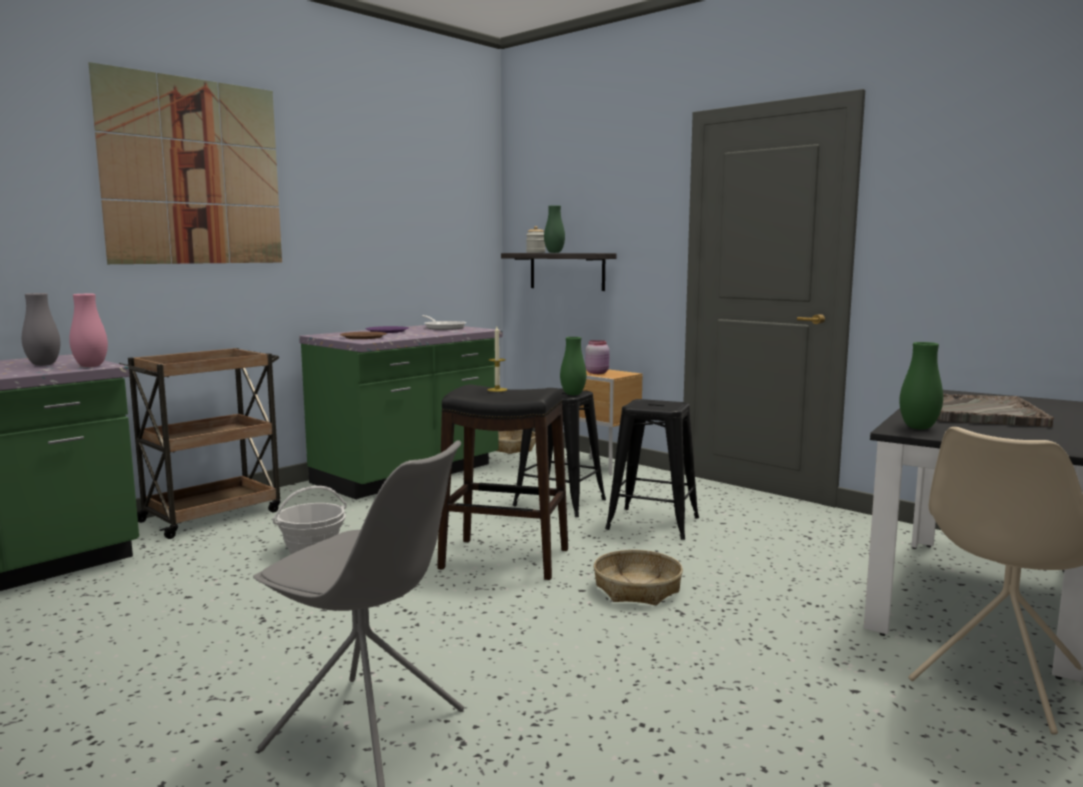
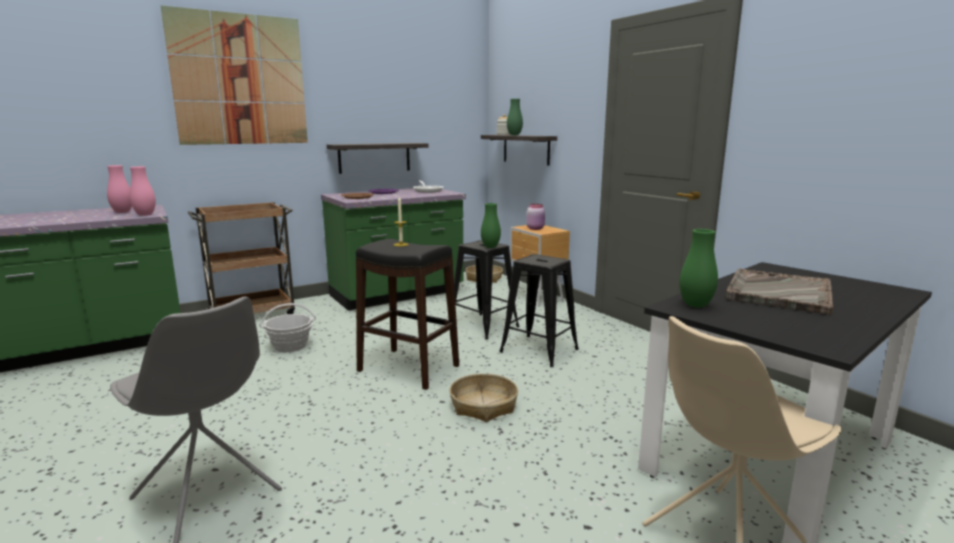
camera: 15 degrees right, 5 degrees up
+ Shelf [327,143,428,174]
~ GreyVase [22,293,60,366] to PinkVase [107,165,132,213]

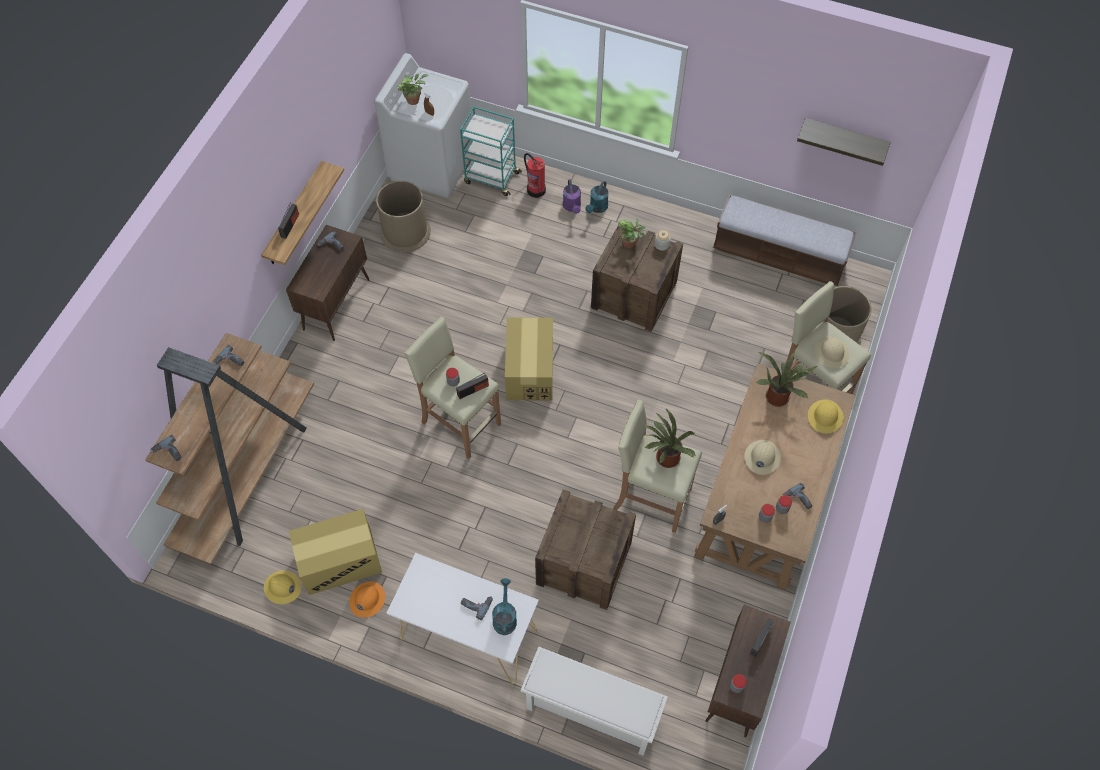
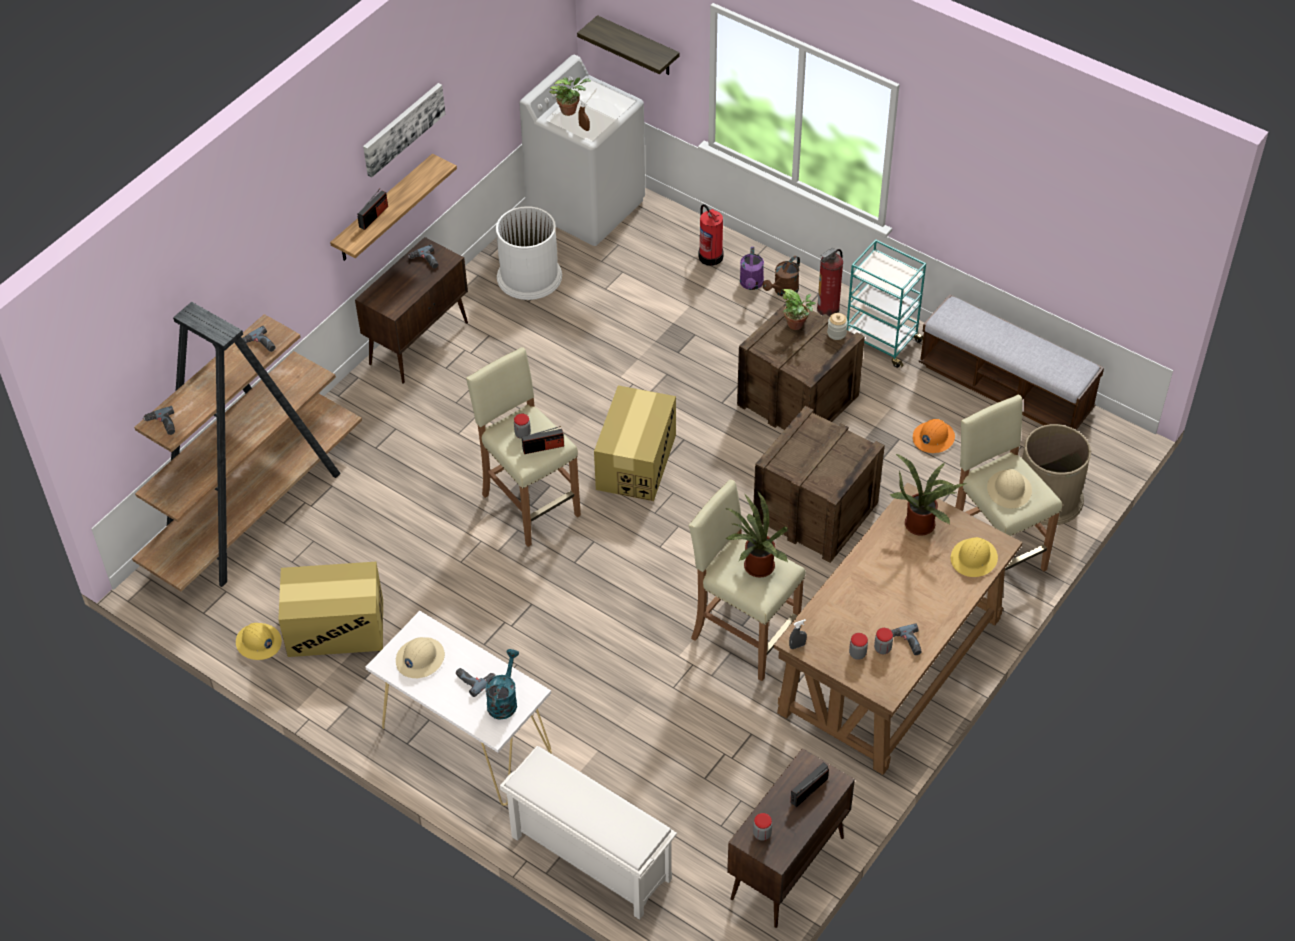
camera: 15 degrees right, 10 degrees down
+ Picture [363,83,445,178]
+ FireExtinguisher [817,248,843,316]
~ OrangeHardHat [349,581,385,618] to [913,419,955,453]
~ TurquoiseCart [460,106,522,196] to [847,239,926,368]
~ Crate [535,489,636,610] to [753,406,885,563]
~ BeigeHardHat [744,440,781,475] to [396,637,445,678]
~ Shelf [797,118,891,166] to [577,15,680,75]
~ BrownTrashCan [376,181,431,252] to WhiteTrashCan [496,206,562,300]
~ TurquoiseWateringCan [585,181,609,213] to BrownWateringCan [762,256,800,297]

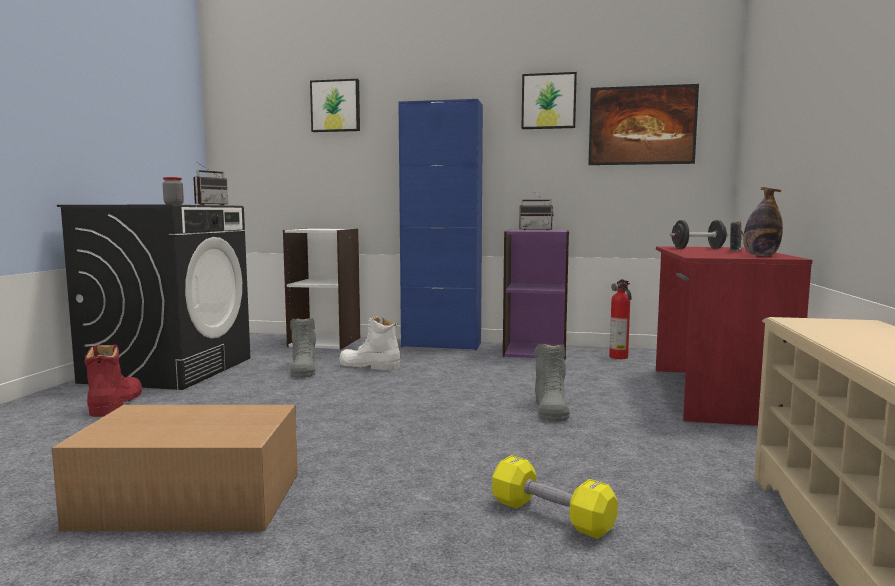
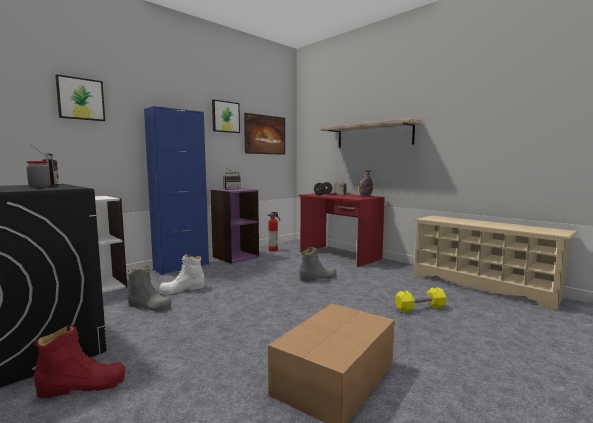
camera: 55 degrees left, 0 degrees up
+ Shelf [320,118,423,148]
~ RedBoot [85,345,142,417] = [34,325,126,398] 135 degrees clockwise
~ GreyBoot [534,344,570,422] = [299,247,337,282] 60 degrees counterclockwise

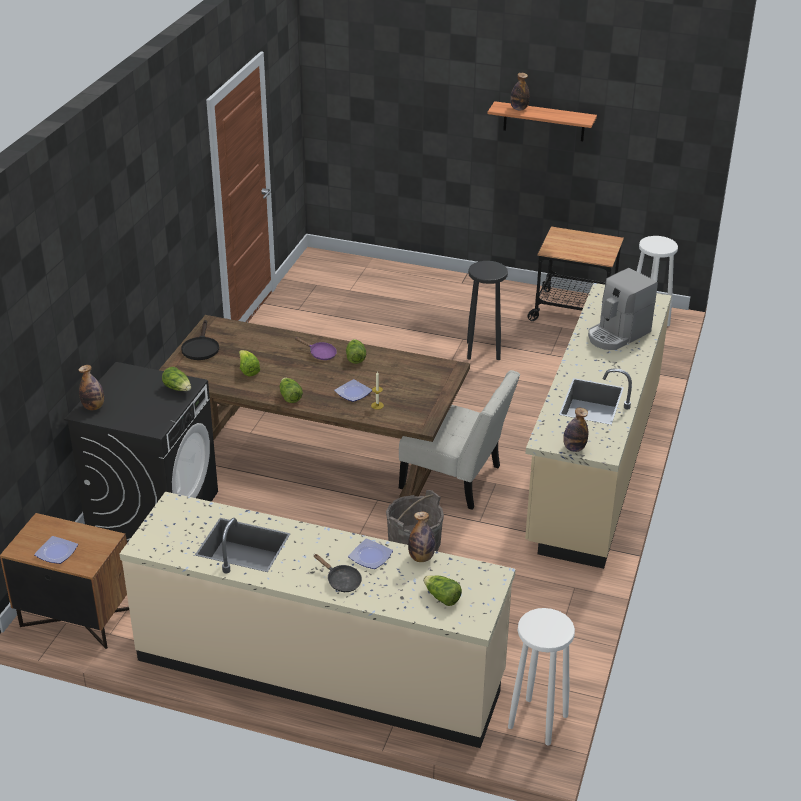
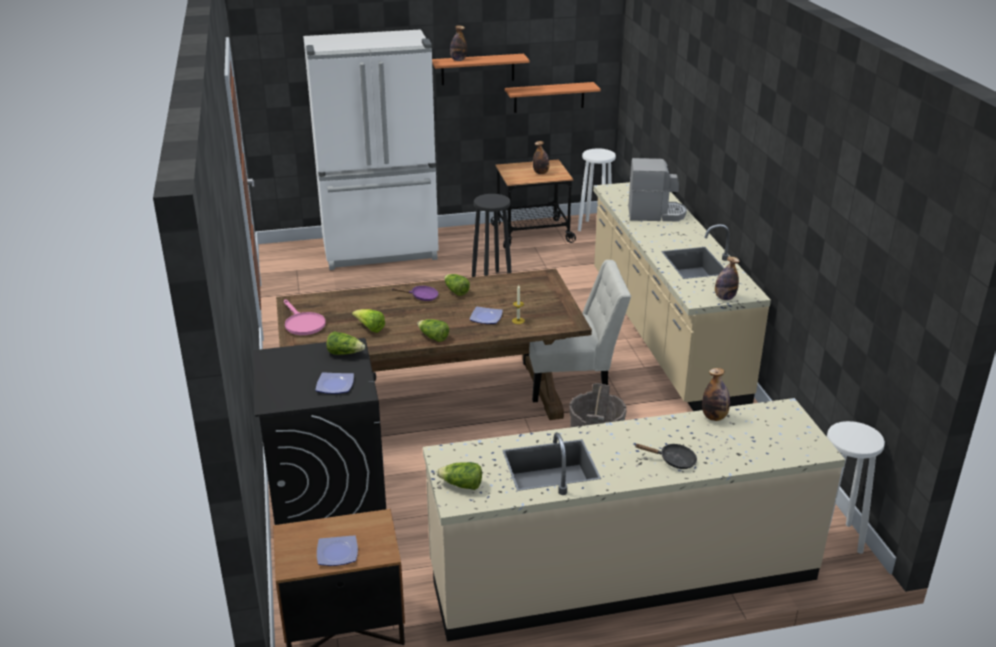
camera: 30 degrees left, 5 degrees down
+ WhiteFridge [303,29,439,270]
+ Shelf [505,82,601,113]
~ Bottle [78,365,104,410] to [533,141,549,174]
~ Plate [348,539,393,569] to [316,372,354,394]
~ Lettuce [423,575,462,606] to [437,462,482,490]
~ BlackFryingPan [181,320,219,360] to PinkFryingPan [284,300,326,335]
~ CoffeeMachine [588,268,658,350] = [628,158,687,221] 105 degrees counterclockwise

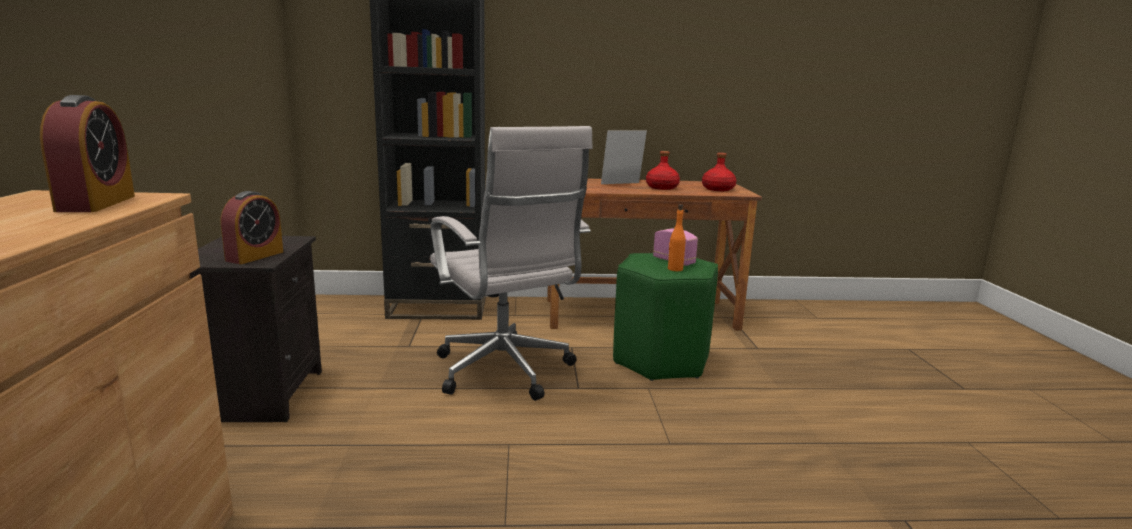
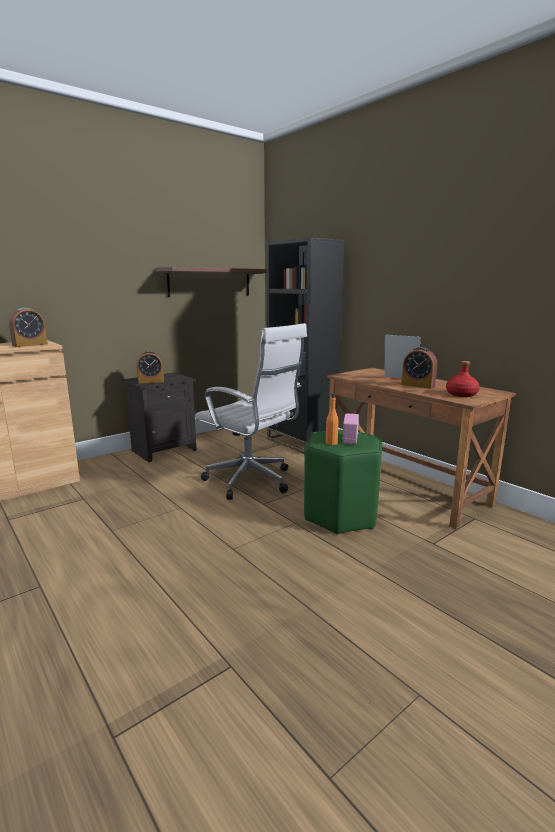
camera: 55 degrees right, 0 degrees up
+ BrownShelf [156,267,267,297]
~ RedBottle [646,151,680,190] to AlarmClock [401,347,437,389]
~ WhiteOfficeChair [430,126,593,401] = [195,323,307,500] 75 degrees counterclockwise

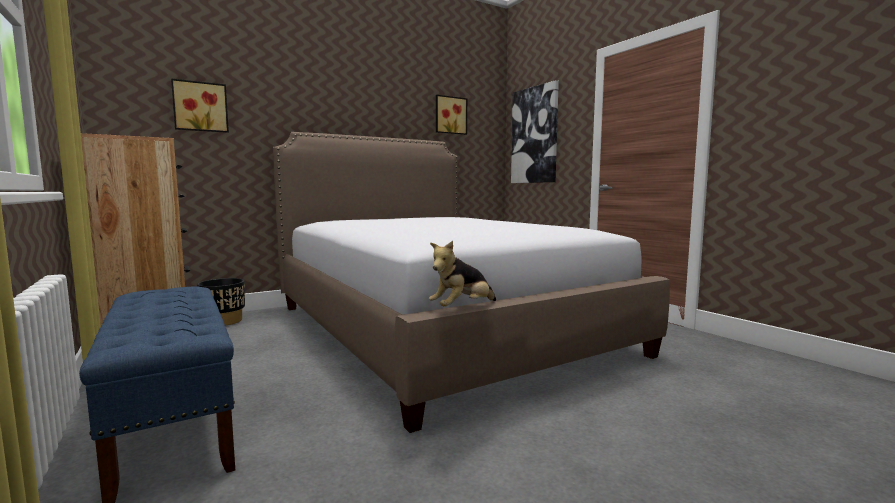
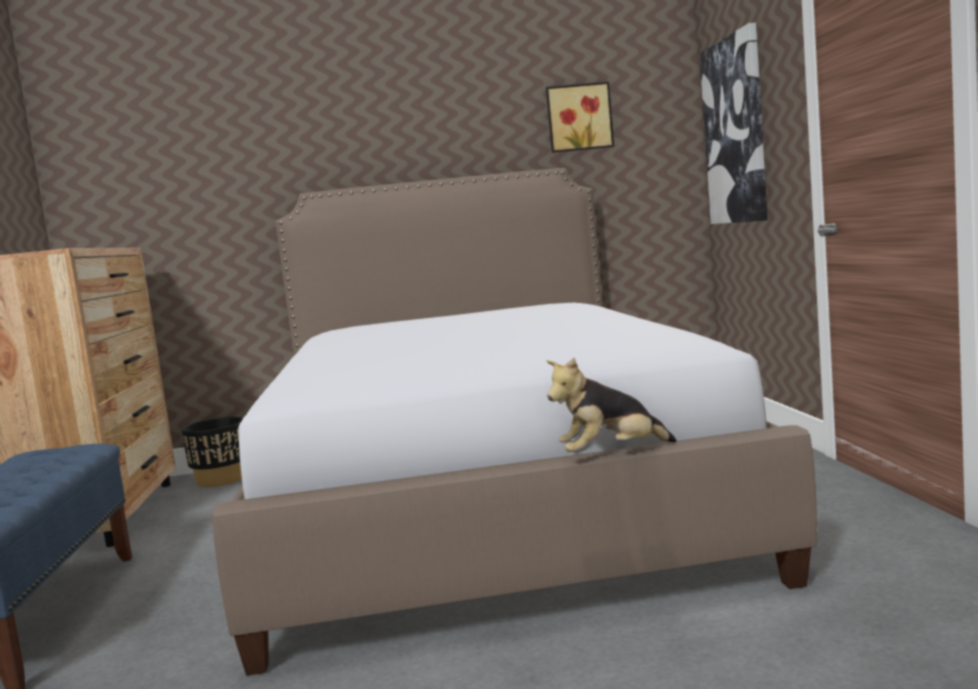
camera: 25 degrees right, 0 degrees up
- Picture [171,78,229,133]
~ PlushToy [429,241,496,306] to [546,357,677,452]

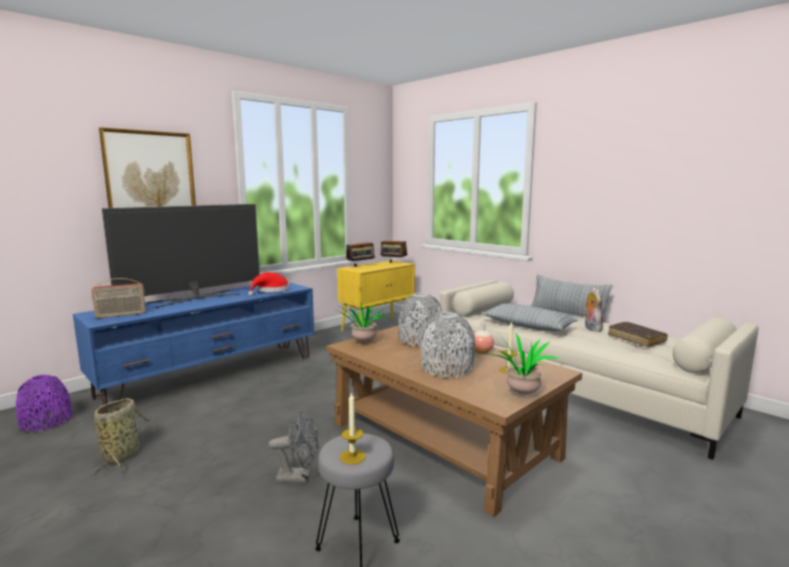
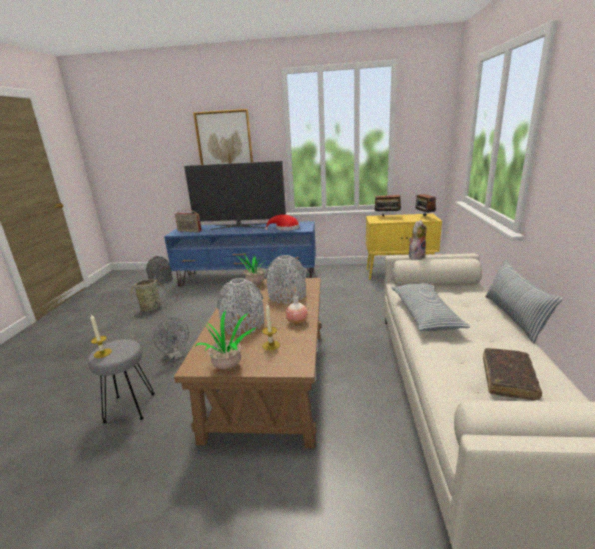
camera: 50 degrees right, 10 degrees up
~ PlushToy [584,288,603,332] to [409,220,426,260]
~ PurpleVase [16,375,72,432] to GreyVase [146,256,172,284]

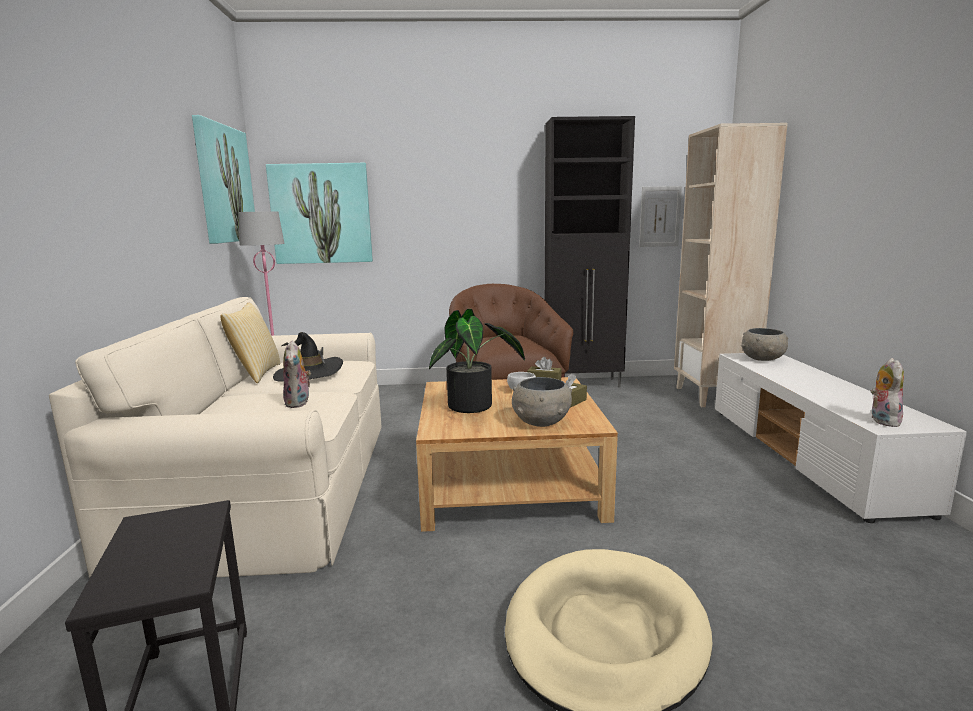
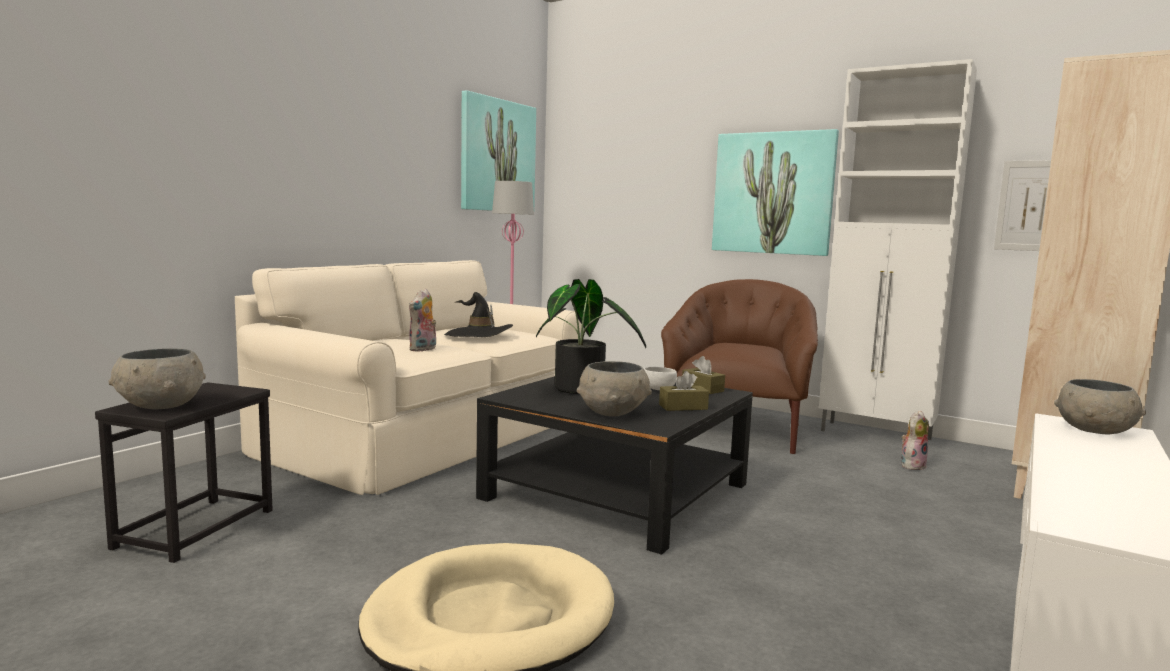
camera: 35 degrees right, 5 degrees down
- Pillow [220,302,281,383]
+ GreyBowl [108,348,206,409]
~ Picture [266,163,373,264] to [712,129,839,256]
~ PlushToy [870,358,904,427] to [901,410,929,470]
~ BeigeCoffeeTable [416,377,618,532] to BlackCoffeeTable [476,376,753,555]
~ BlackCabinet [545,116,635,388] to WhiteCabinet [819,59,977,440]

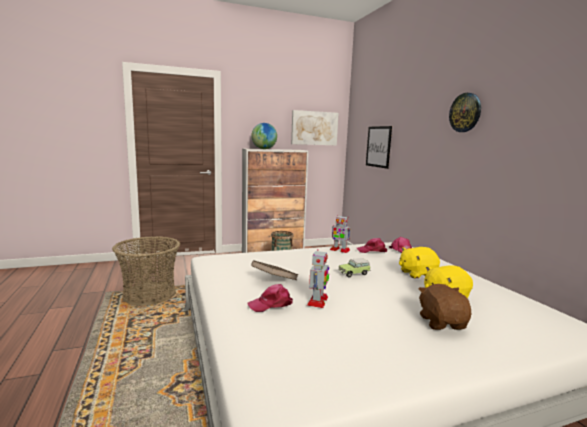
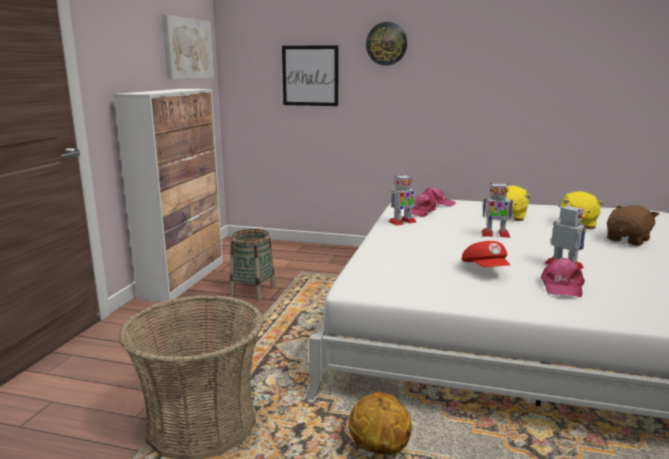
camera: 55 degrees left, 5 degrees up
- Globe [251,123,277,149]
+ Basketball [349,392,412,454]
~ WallClock [449,93,481,132] to [366,22,407,66]
~ BrownBook [251,260,298,280] to RedCap [462,241,510,267]
~ ToyCar [339,258,371,278] to ToyRobot [481,183,513,238]
~ BrownPlushToy [419,284,471,330] = [607,205,659,246] 105 degrees clockwise

